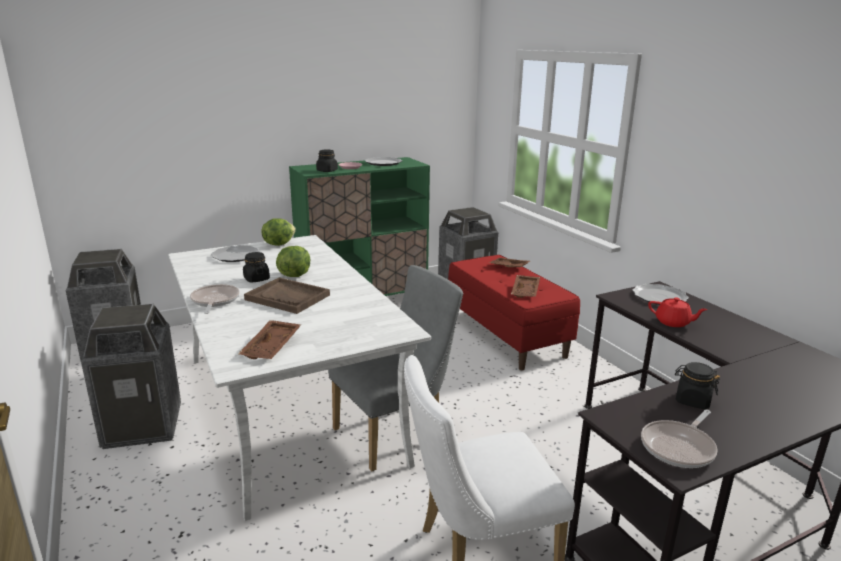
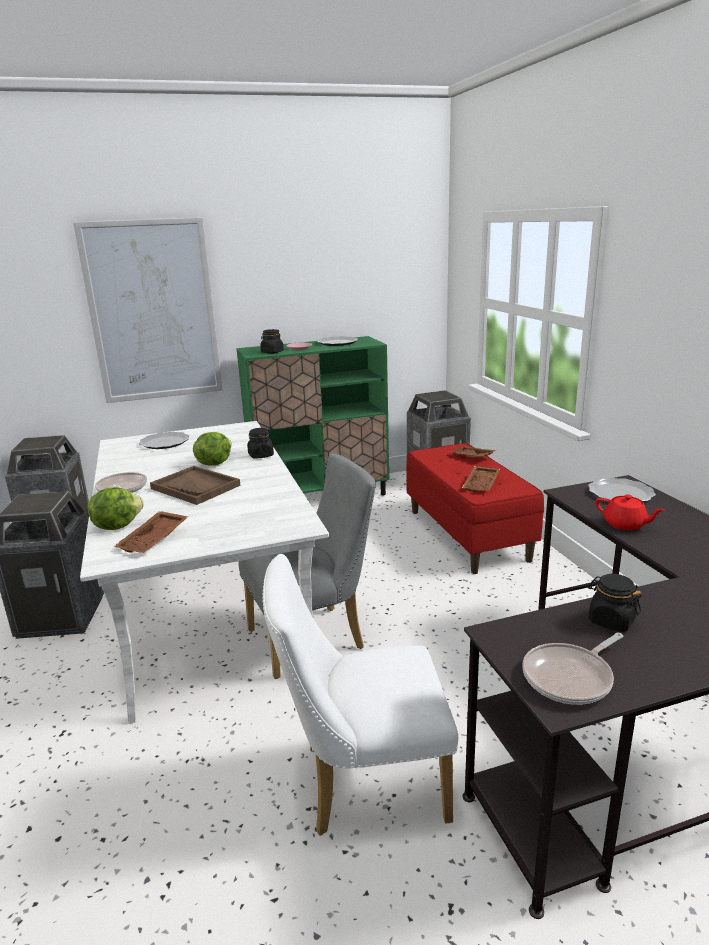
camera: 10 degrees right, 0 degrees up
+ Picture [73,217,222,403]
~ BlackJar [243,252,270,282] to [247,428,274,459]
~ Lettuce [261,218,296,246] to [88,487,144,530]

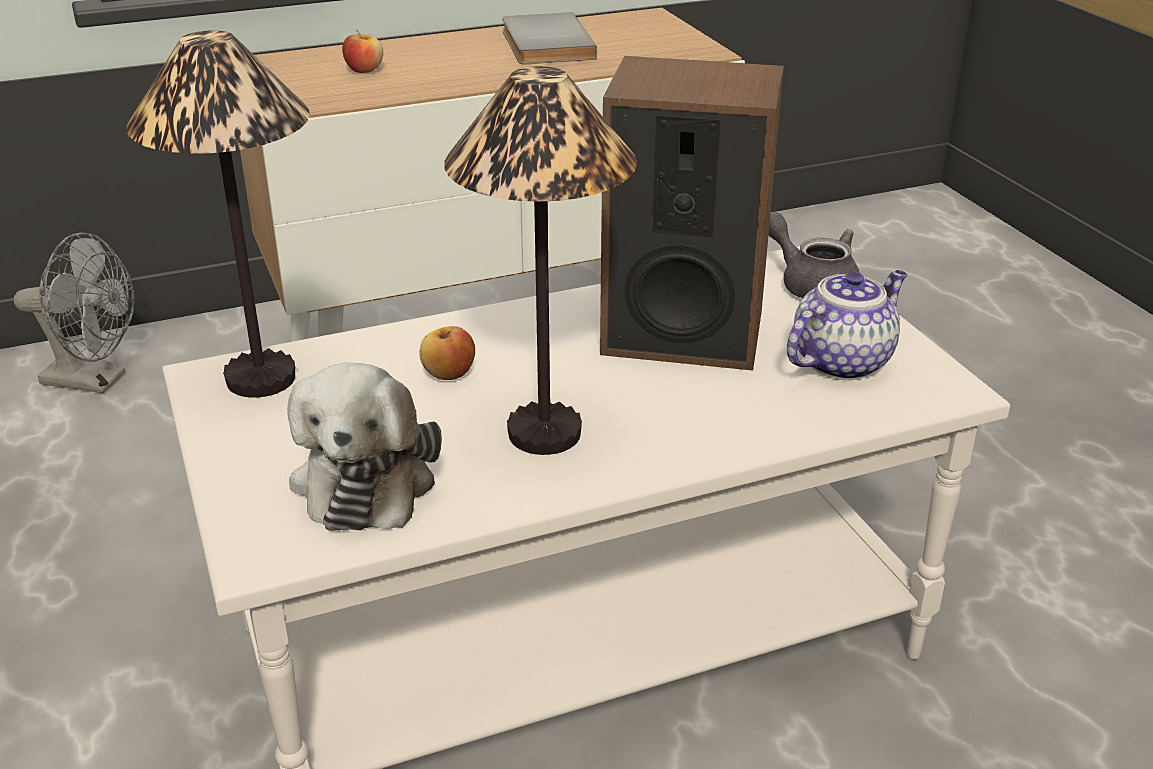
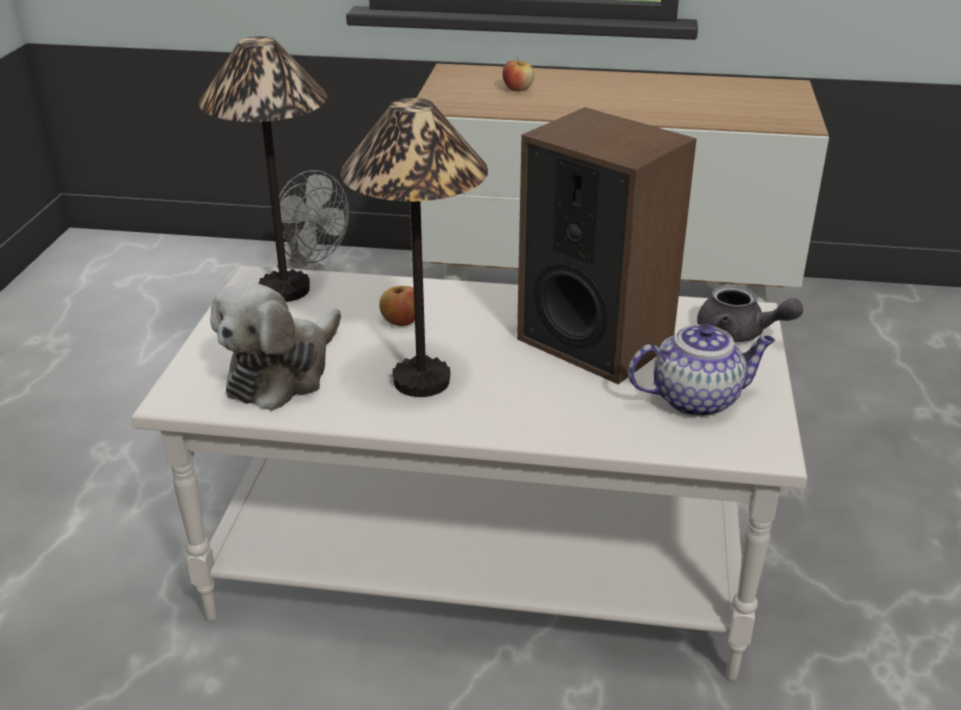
camera: 30 degrees right, 0 degrees up
- GreyBook [502,12,597,64]
~ GreyTeapot [769,212,860,298] = [697,285,803,342] 135 degrees clockwise

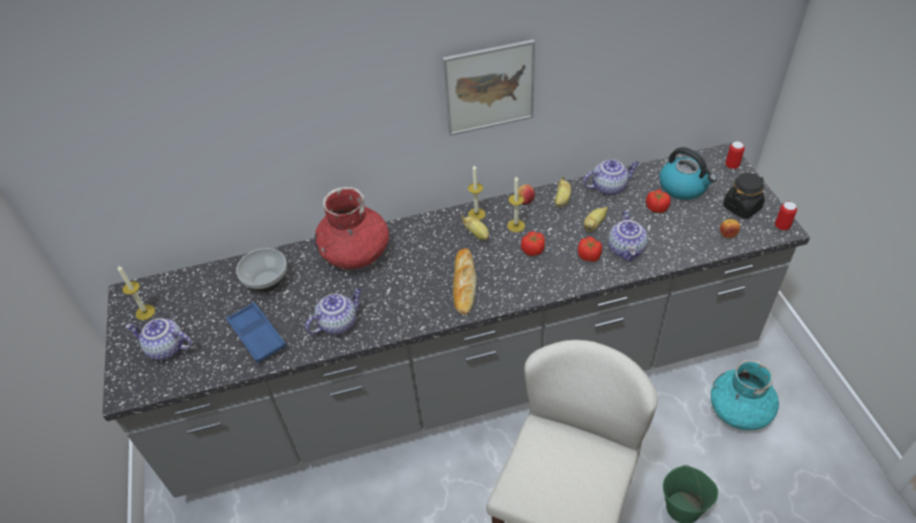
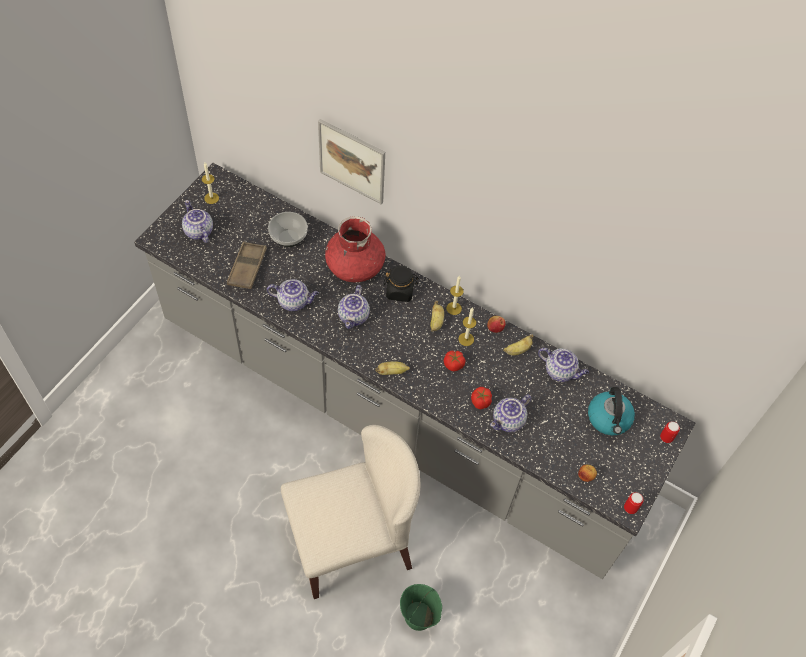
camera: 40 degrees right, 10 degrees up
- Bread [453,248,477,315]
- Tomato [646,190,671,213]
- TurquoiseVase [711,359,779,430]
+ Teapot [338,285,370,329]
~ Picture [443,39,535,136] to [318,119,385,204]
~ Banana [584,207,608,232] to [375,361,410,375]
~ BlackJar [723,173,765,219] to [383,265,419,302]
~ BlueTray [226,302,286,363] to BrownTray [227,242,267,289]

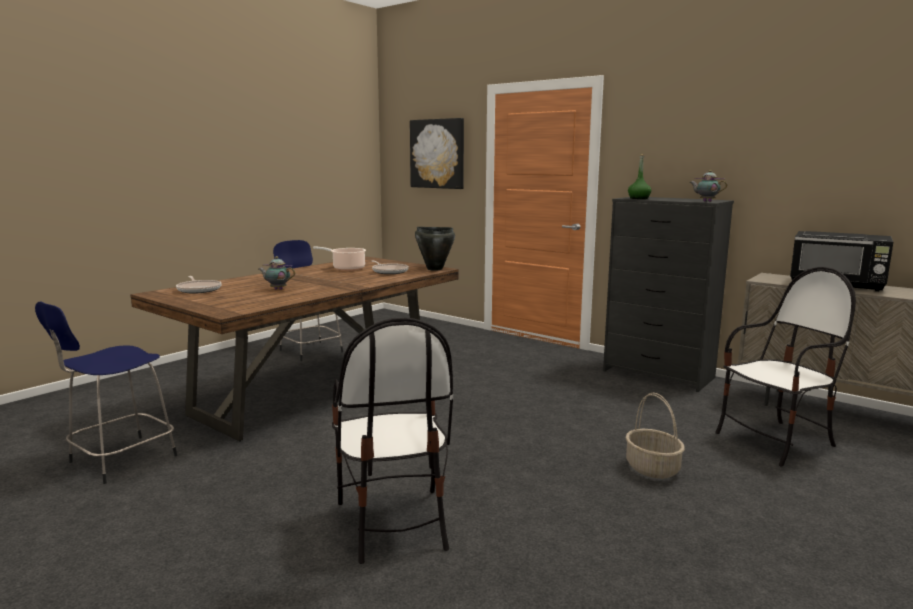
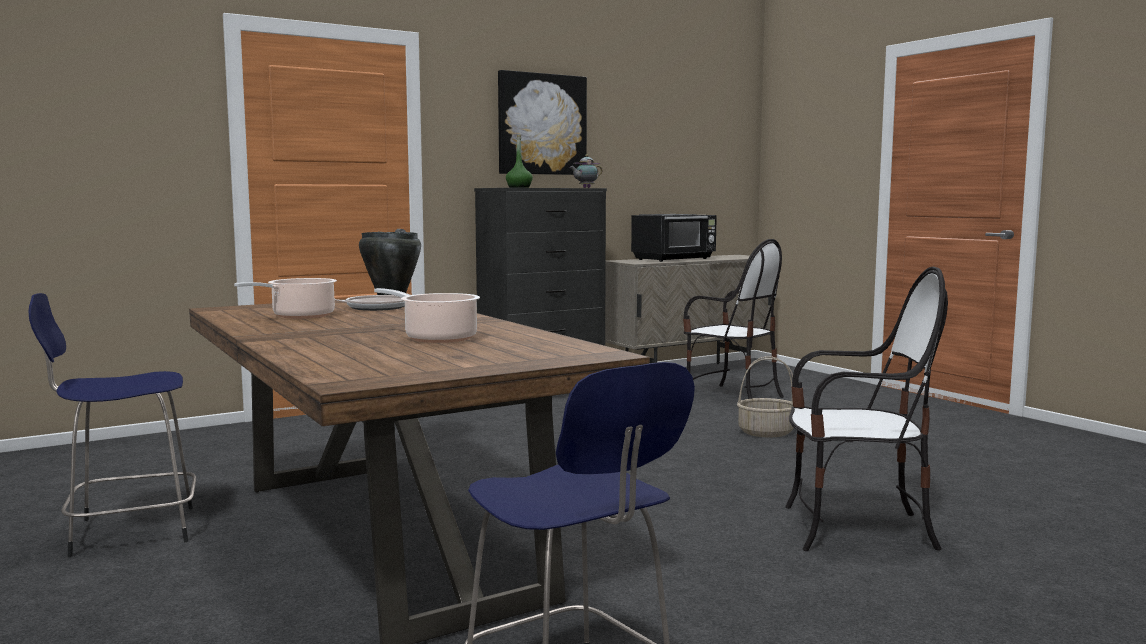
camera: 70 degrees left, 5 degrees down
- FryingPan [176,276,222,294]
~ Picture [410,118,464,189] to [498,70,587,175]
~ Teapot [259,256,295,290] to CookingPot [374,288,480,343]
~ Chair [715,267,856,466] = [683,239,784,399] 135 degrees clockwise

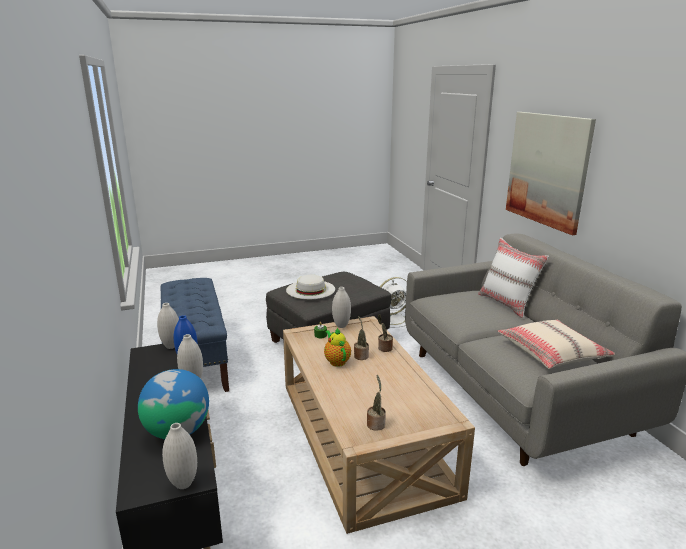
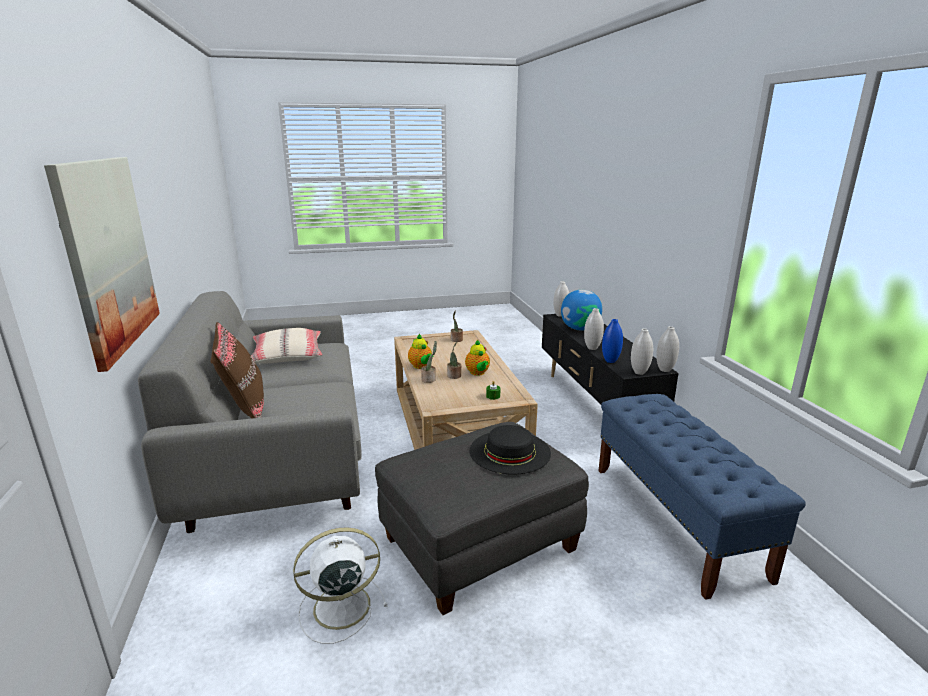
camera: 175 degrees left, 0 degrees up
+ Teapot [408,334,432,369]
~ WhiteVase [332,287,351,328] to [656,326,679,372]
~ WhiteHat [286,275,335,299] to BlackHat [470,425,551,474]
~ WhitePillow [478,238,549,318] to BrownPillow [211,322,264,418]

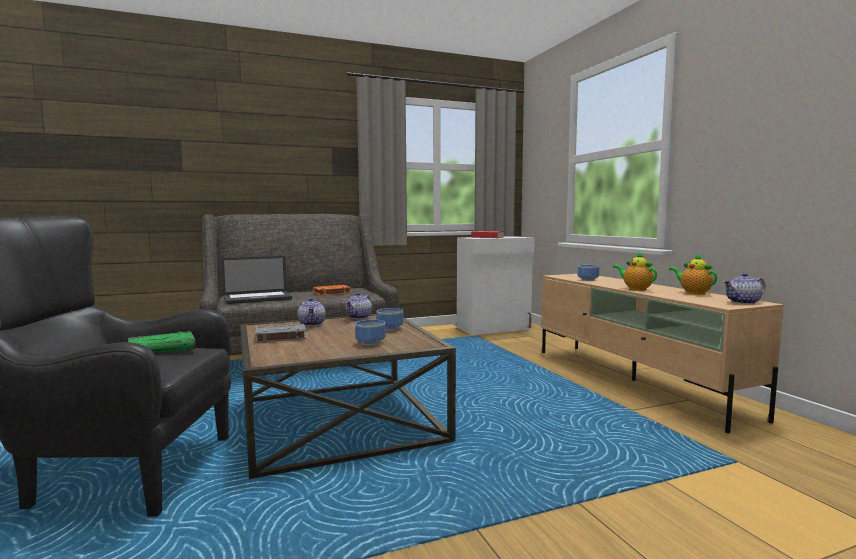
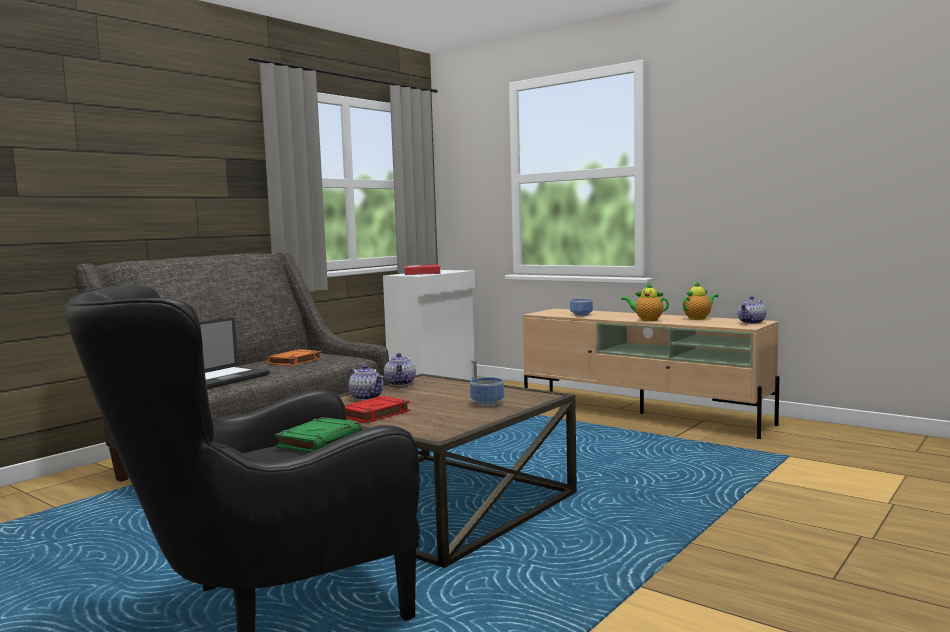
camera: 30 degrees left, 0 degrees up
- Bowl [377,308,404,331]
~ GreyBook [255,324,307,343] to RedBook [345,396,410,423]
~ Teapot [669,253,717,295] = [683,281,718,320] 120 degrees clockwise

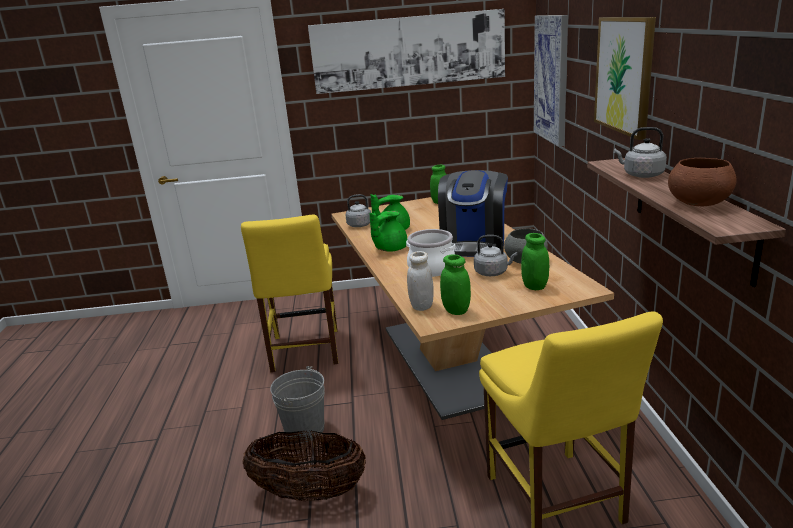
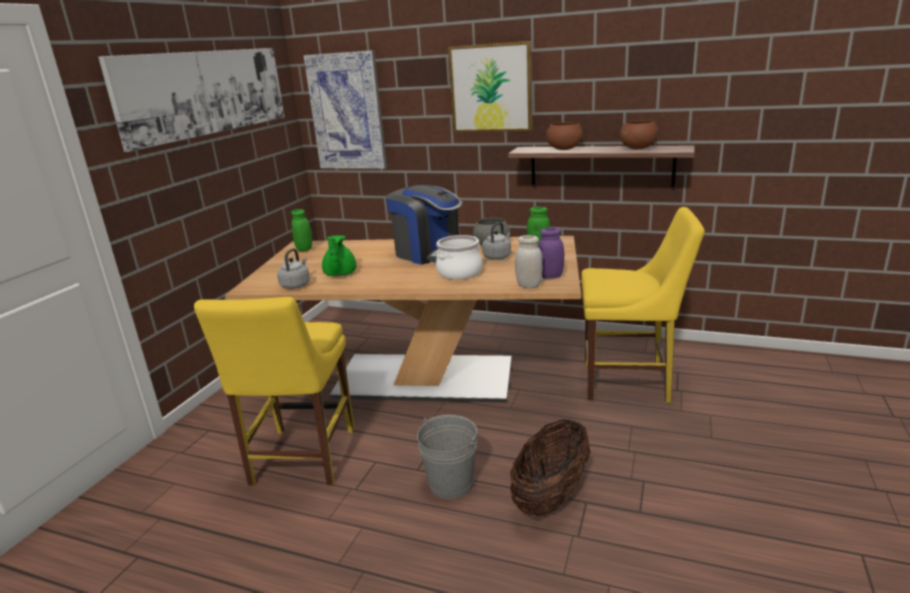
camera: 65 degrees left, 0 degrees up
- GreenTeapot [370,211,407,252]
~ GreyKettle [614,127,667,178] to BrownBowl [546,122,583,150]
~ GreenJar [440,255,471,315] to PurpleJar [538,227,564,279]
~ YellowChair [241,215,338,372] = [194,297,354,486] 75 degrees clockwise

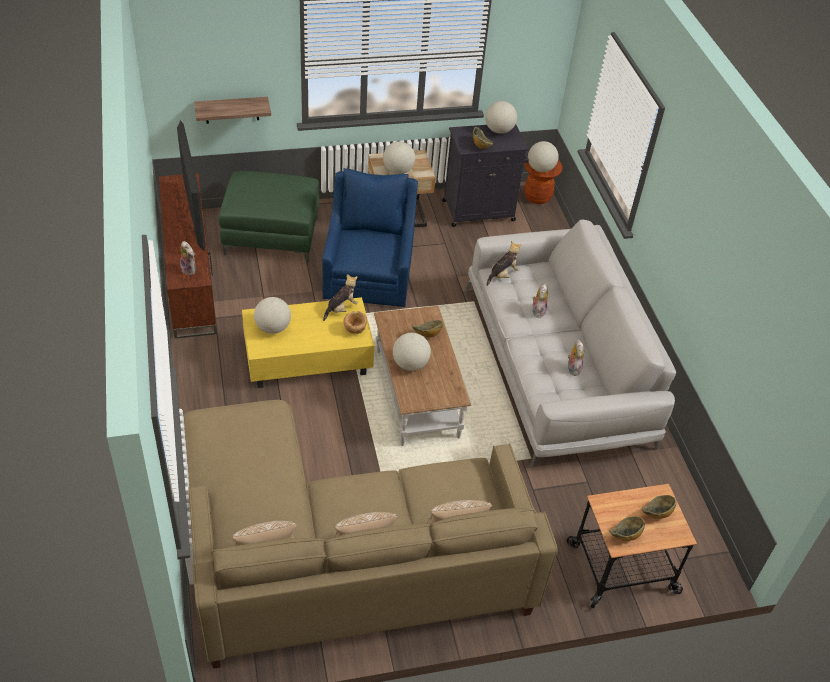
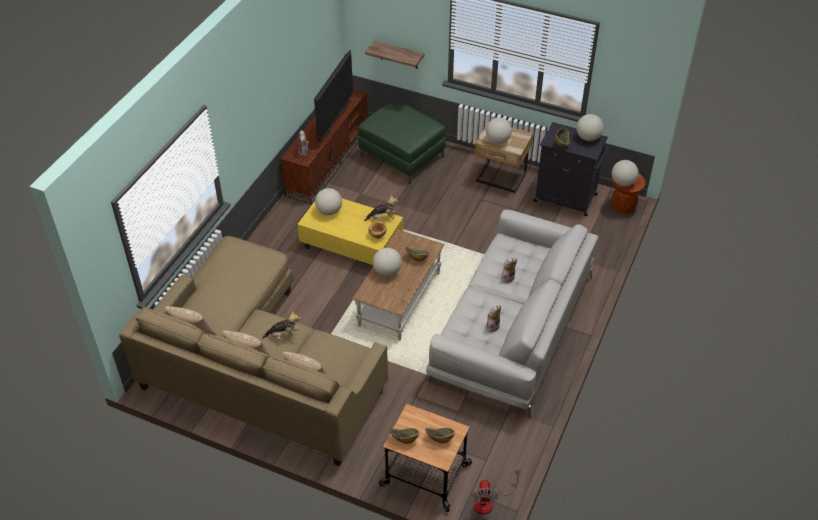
camera: 40 degrees right, 0 degrees up
- BlueArmchair [322,168,418,307]
+ Fan [472,470,521,515]
~ PlushToy [486,241,522,286] to [262,311,301,340]

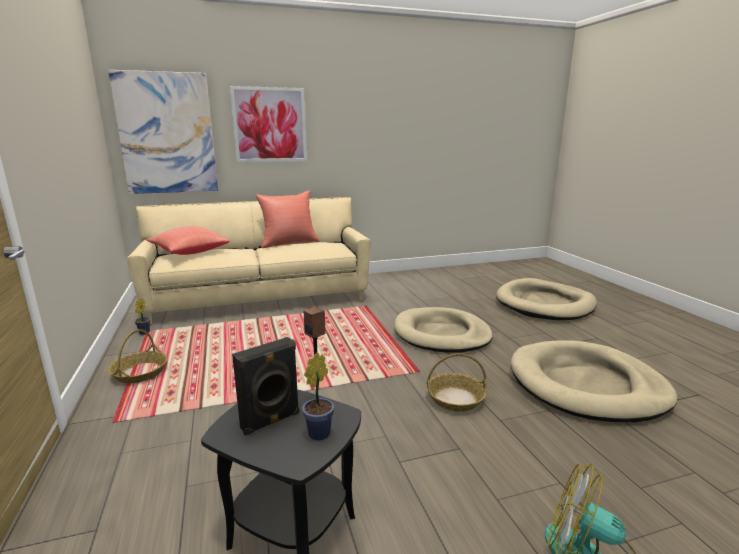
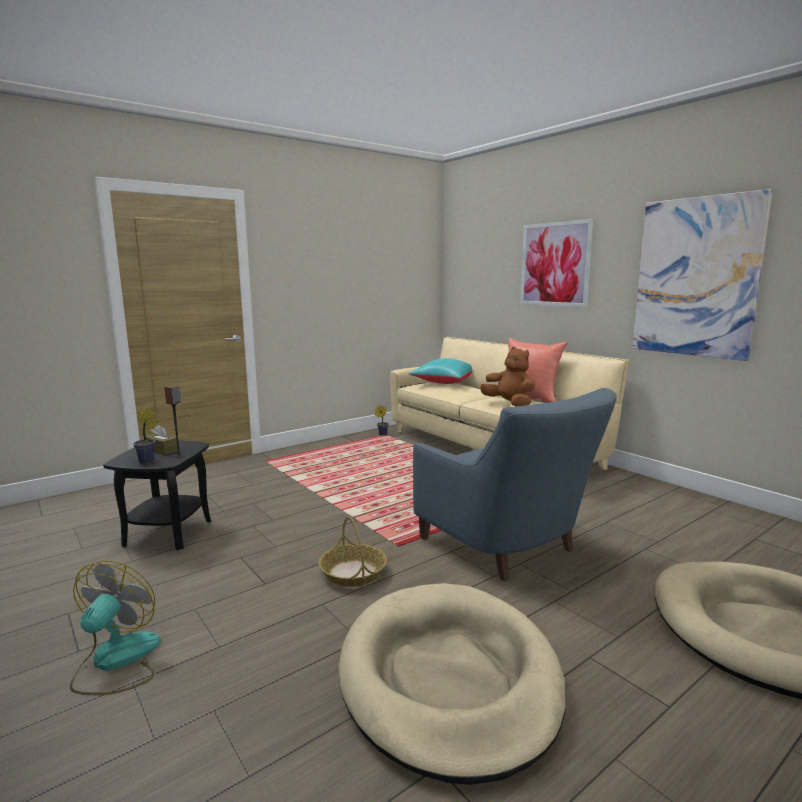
camera: 70 degrees right, 5 degrees down
- Basket [108,329,167,383]
+ BrownPlushToy [480,347,535,407]
~ Picture [108,70,218,194] to [633,189,773,361]
~ BlackSpeaker [232,337,300,436] to BrownTissueBox [146,424,179,455]
~ BeigeDogBed [394,307,493,353] to BlueArmchair [413,388,617,581]
~ RedPillow [146,226,230,255] to TurquoisePillow [409,358,473,384]

